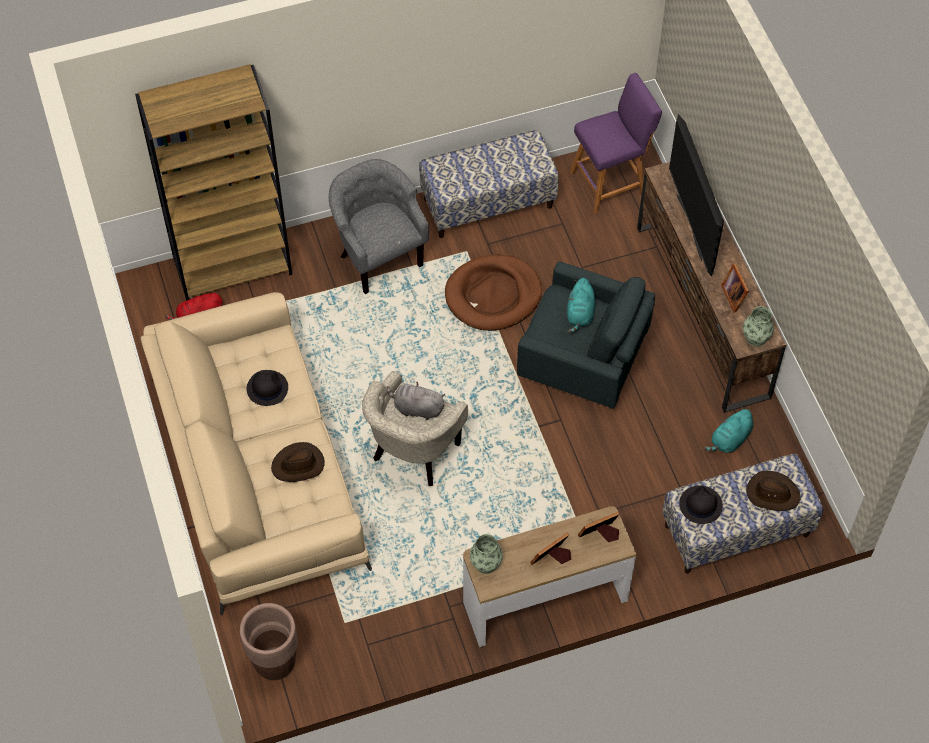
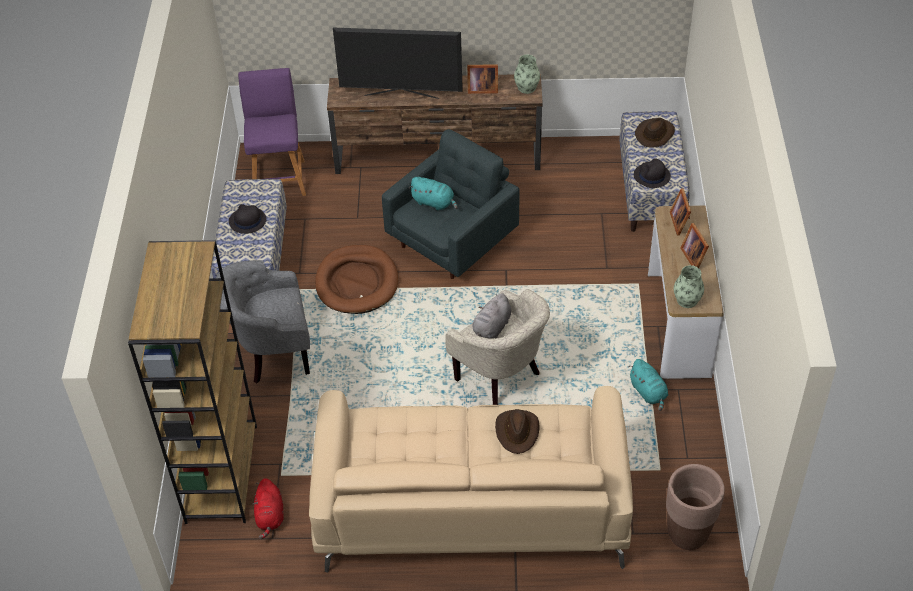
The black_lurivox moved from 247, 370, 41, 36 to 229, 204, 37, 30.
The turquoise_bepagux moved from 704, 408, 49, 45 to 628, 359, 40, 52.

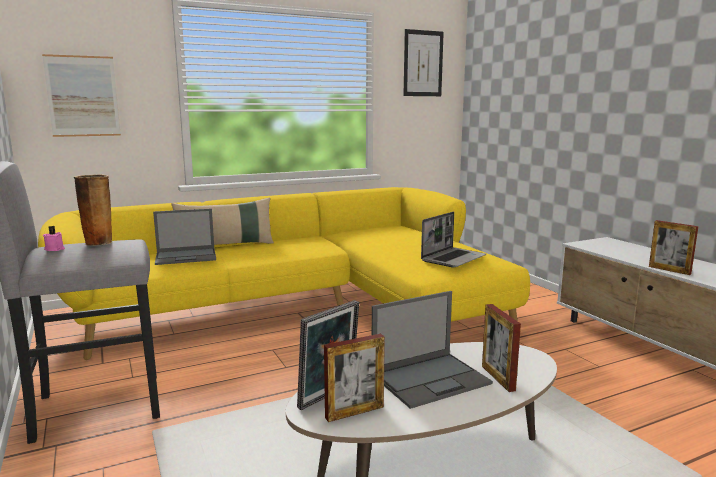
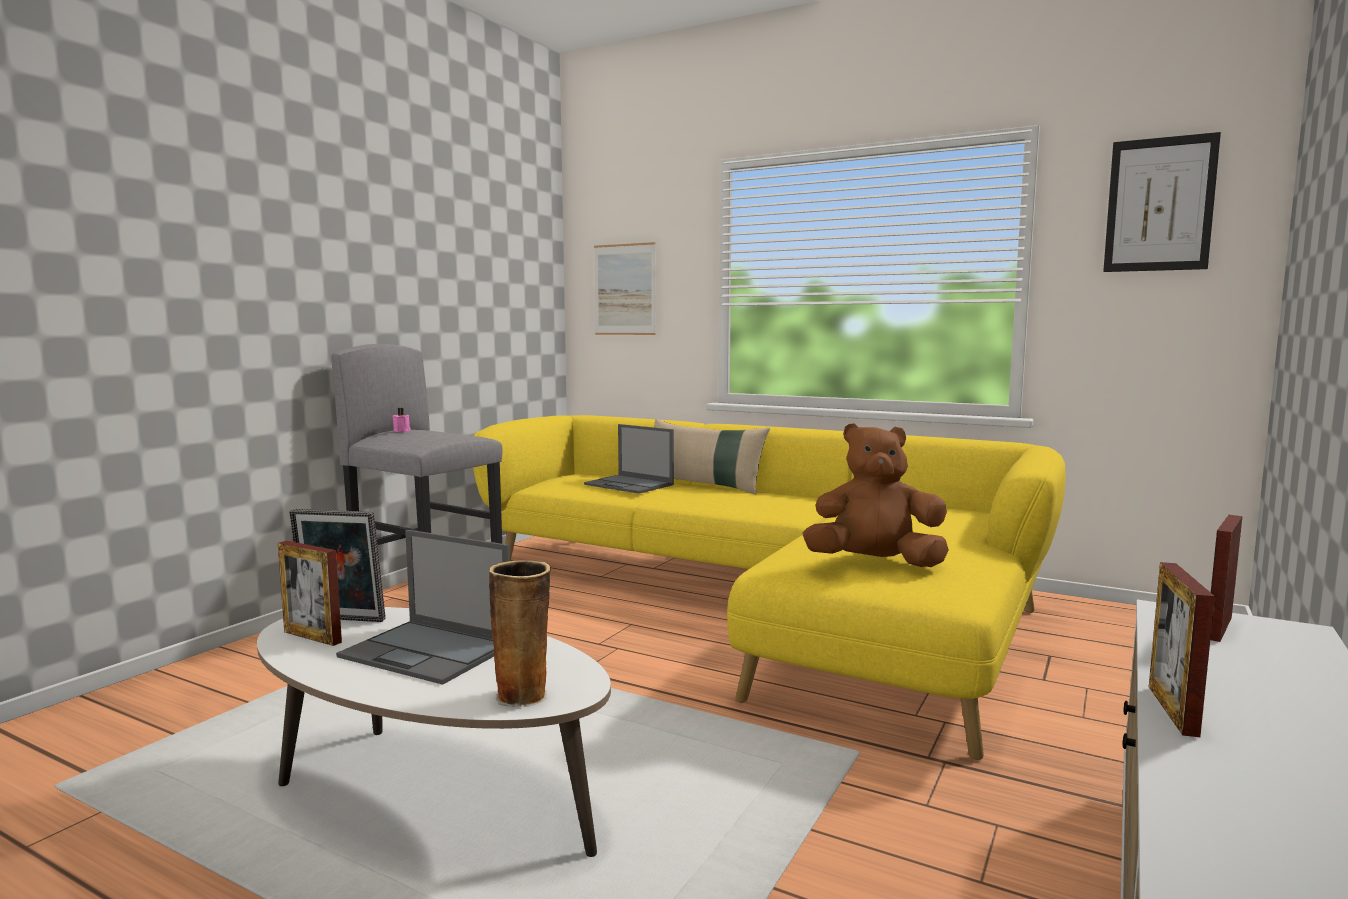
The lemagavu moved from 74, 174, 40, 72 to 489, 560, 62, 147.
The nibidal at 421, 212, 65, 56 was replaced by the brown_bepagux at 803, 423, 146, 144.
The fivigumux moved from 482, 304, 39, 88 to 1210, 515, 32, 127.

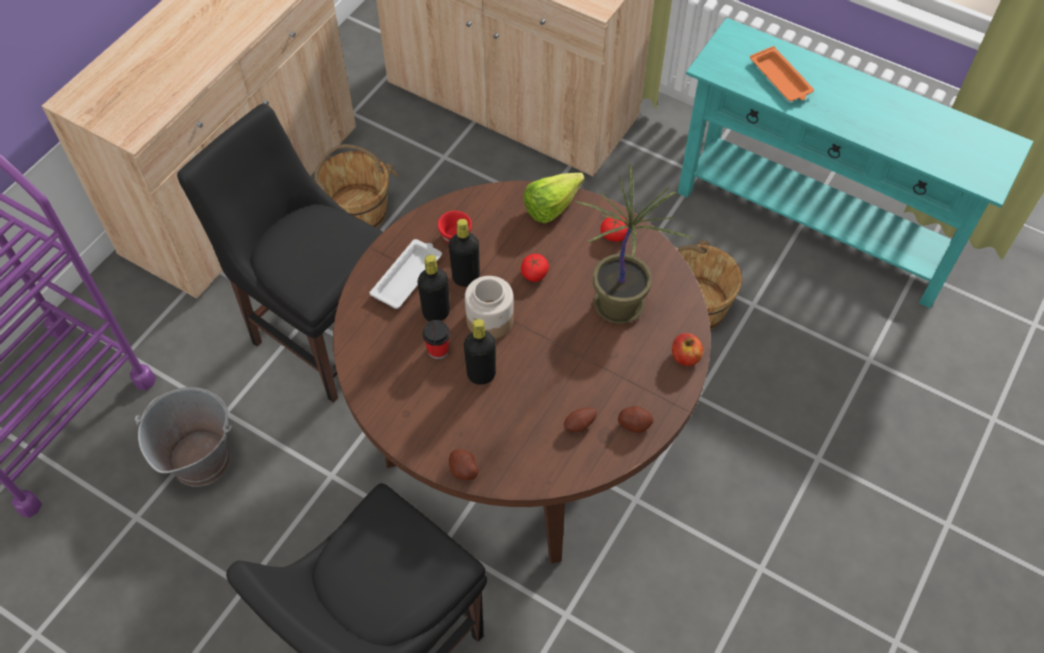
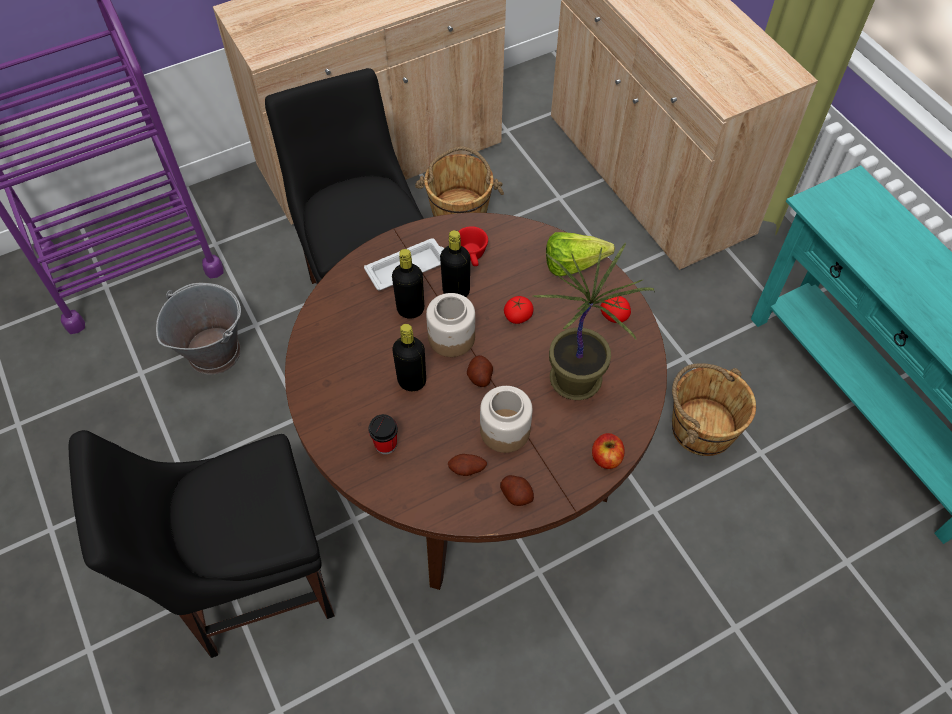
The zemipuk moved from 423, 320, 27, 39 to 368, 414, 30, 40.
The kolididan moved from 449, 449, 30, 31 to 467, 355, 26, 32.
The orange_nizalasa at 750, 46, 64, 55 disappeared.
The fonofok at 480, 386, 53, 67 appeared.

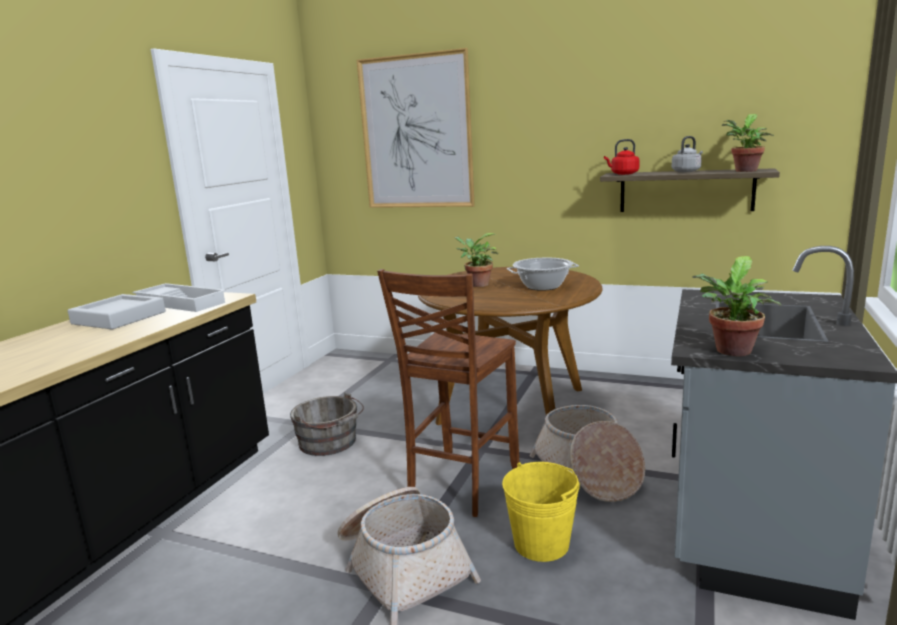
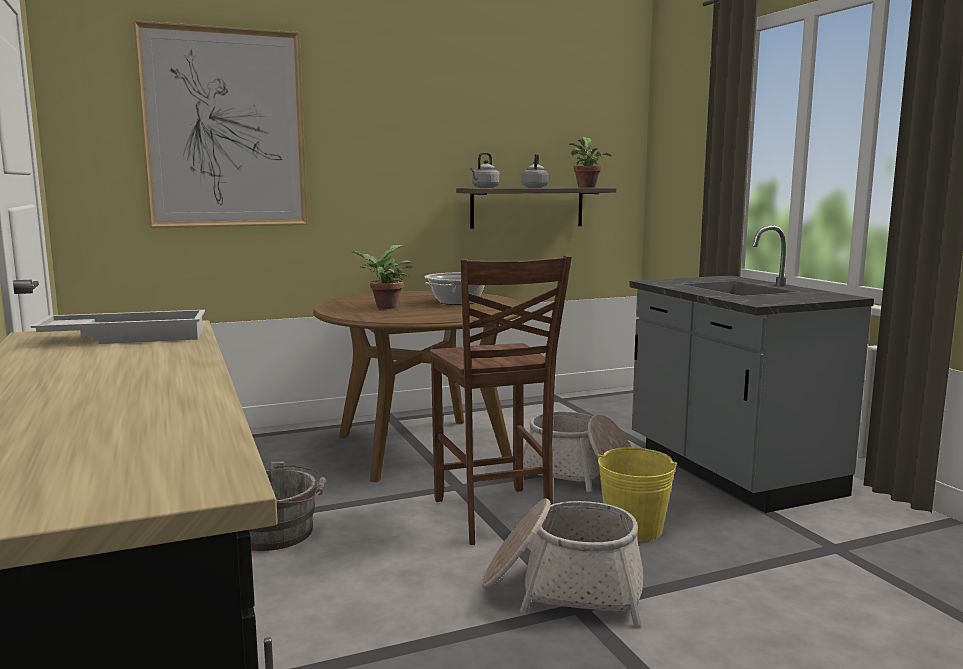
The grey_nizalasa at 68, 294, 98, 36 disappeared.
The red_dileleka at 604, 139, 36, 36 became the grey_dileleka at 470, 152, 30, 36.
The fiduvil at 692, 256, 90, 100 disappeared.

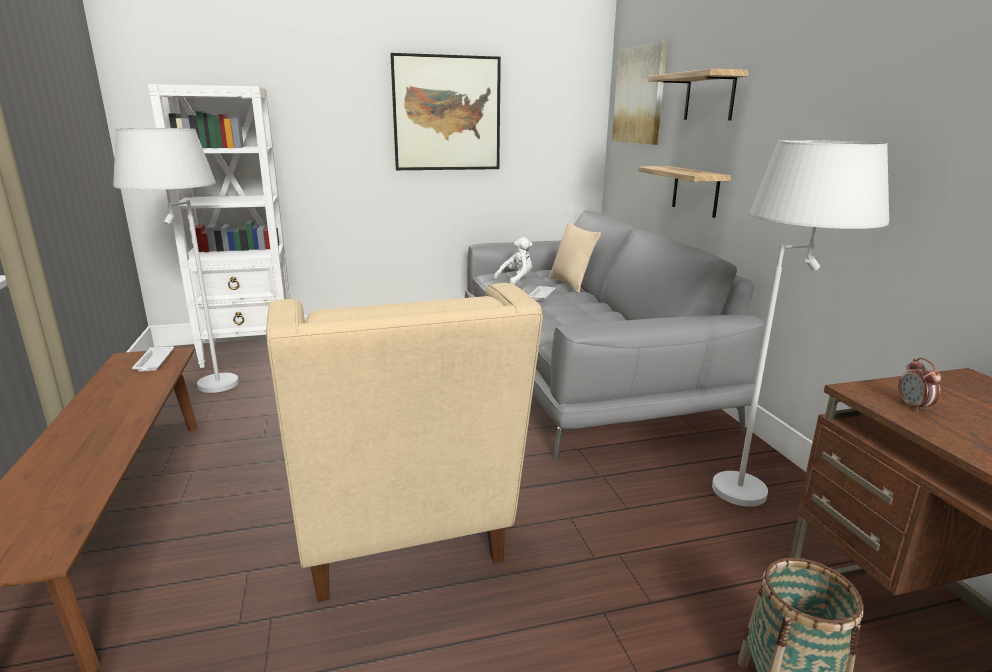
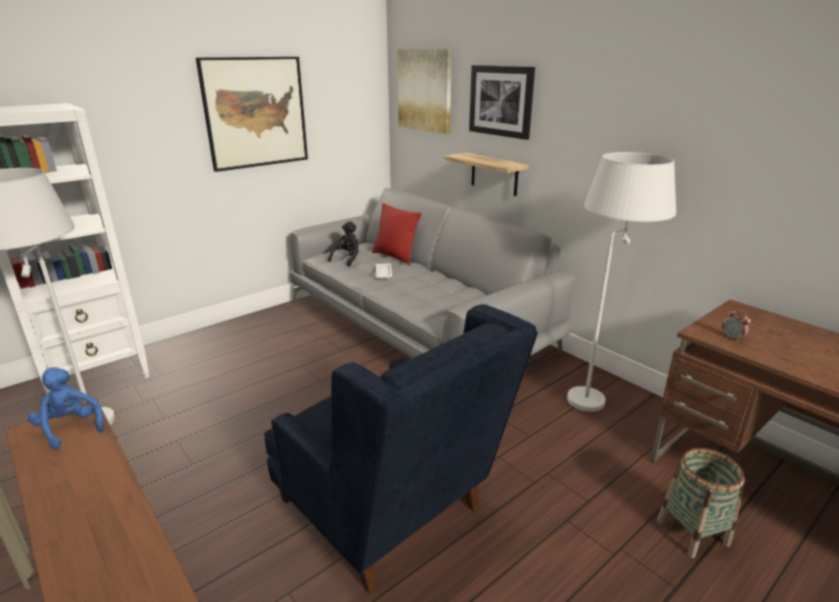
The white_nizalasa at 132, 346, 42, 26 was replaced by the blue_bepagux at 28, 367, 76, 82.
The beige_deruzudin at 266, 283, 277, 319 became the blue_deruzudin at 264, 304, 273, 290.
The white_bepagux at 494, 237, 39, 48 became the black_bepagux at 328, 221, 31, 45.
The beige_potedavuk at 548, 222, 53, 71 became the red_potedavuk at 372, 203, 50, 62.
The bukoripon at 648, 69, 101, 51 was replaced by the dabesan at 469, 65, 66, 75.

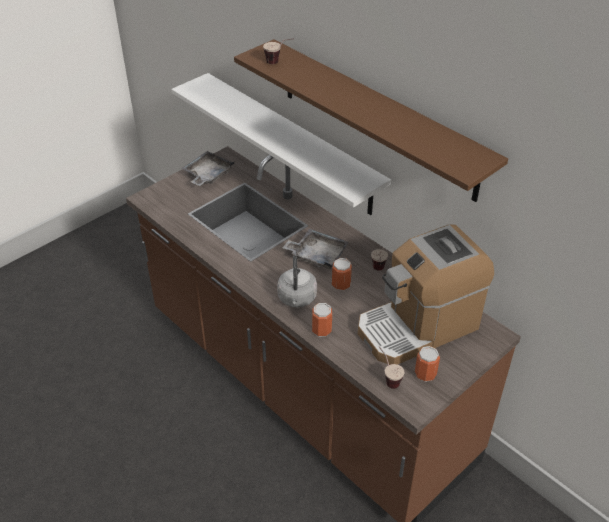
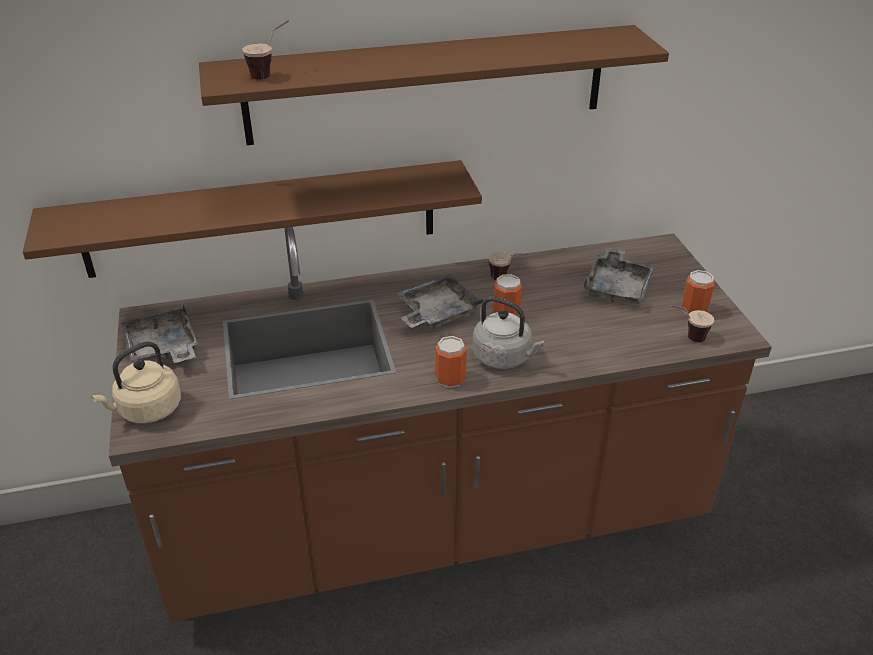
The white_bukoripon at 172, 73, 219, 142 became the brown_bukoripon at 23, 160, 459, 118.
The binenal moved from 312, 303, 20, 34 to 435, 336, 32, 52.
The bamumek at 358, 225, 136, 140 was replaced by the grey_nizalasa at 584, 248, 71, 56.
The beige_dileleka at 91, 341, 90, 82 appeared.

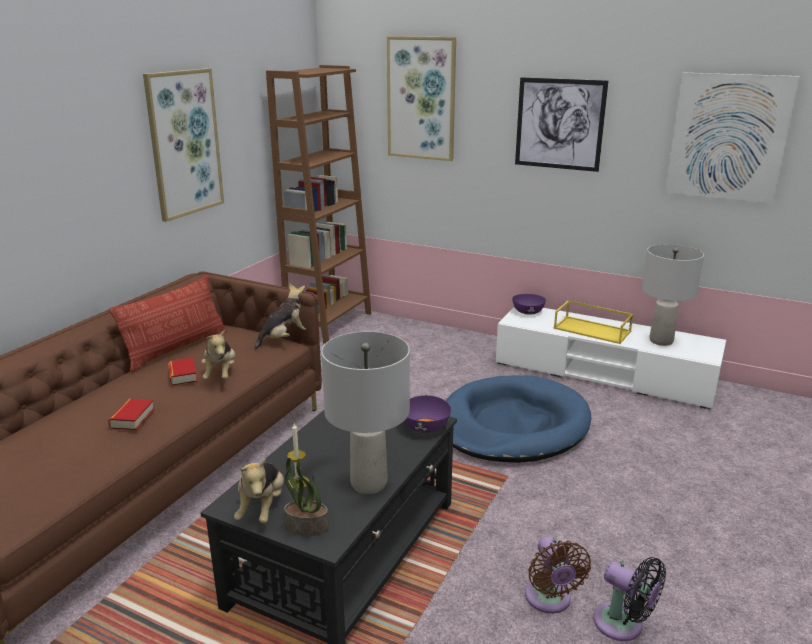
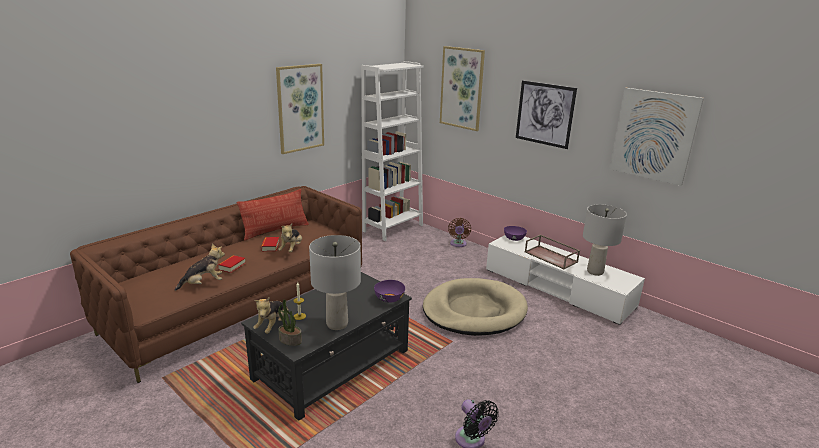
The bepagux moved from 254, 283, 52, 67 to 175, 243, 50, 48.
The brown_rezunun at 266, 65, 105, 279 became the white_rezunun at 361, 61, 63, 180.
The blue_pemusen at 445, 375, 146, 88 became the beige_pemusen at 423, 278, 105, 58.
The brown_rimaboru moved from 525, 536, 66, 78 to 448, 218, 23, 29.
The yellow_nizalasa at 554, 300, 80, 44 became the brown_nizalasa at 525, 235, 55, 34.

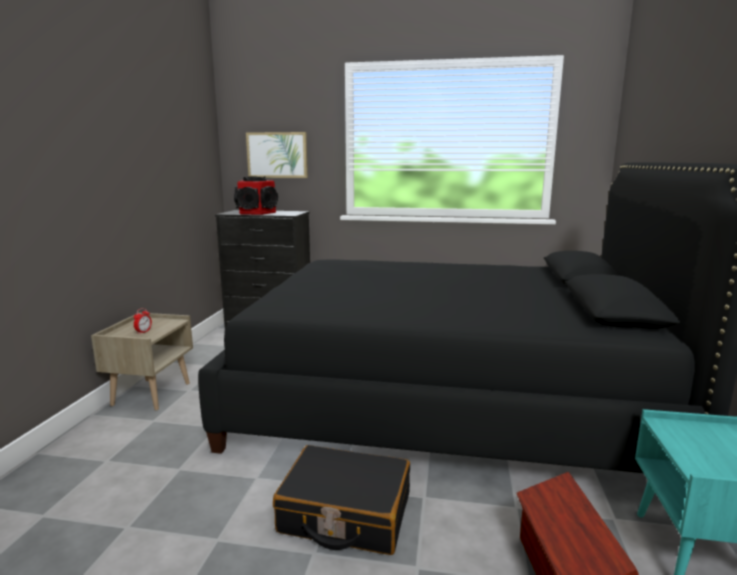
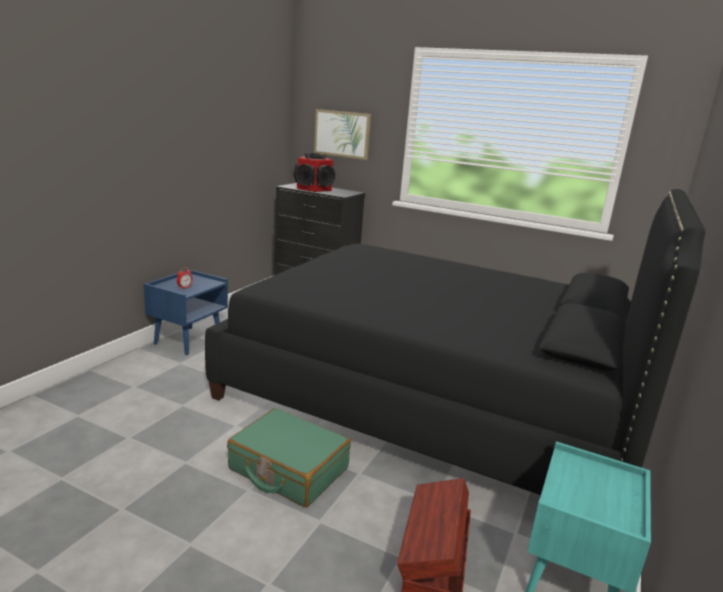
The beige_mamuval at 91, 313, 102, 97 became the blue_mamuval at 143, 270, 85, 85.
The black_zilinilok at 273, 445, 137, 110 became the green_zilinilok at 227, 408, 124, 99.

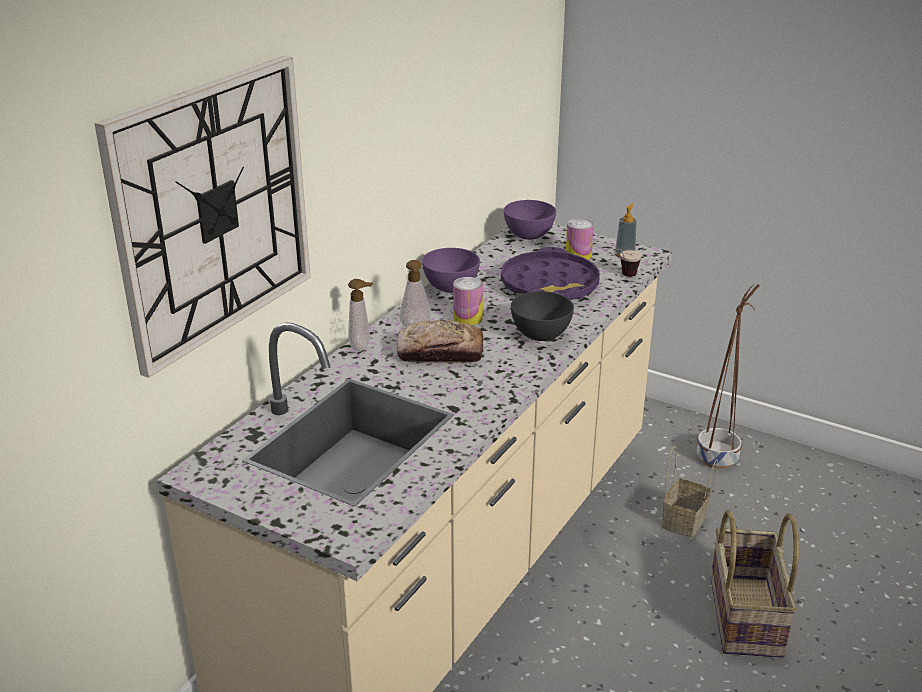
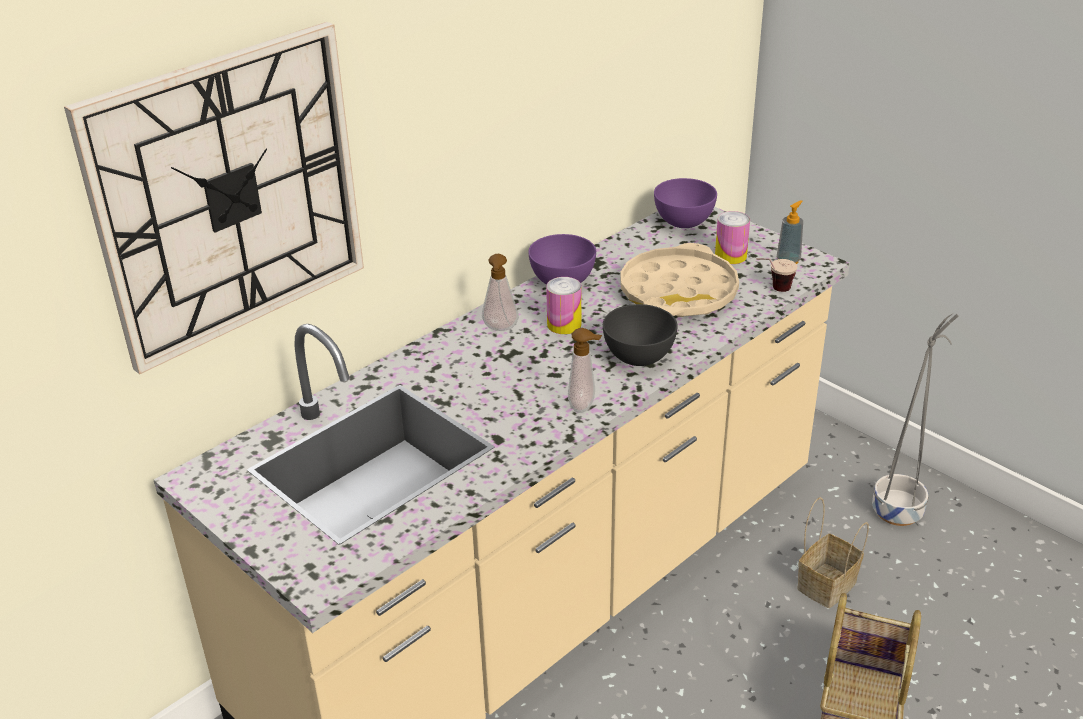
The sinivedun moved from 348, 279, 25, 72 to 568, 328, 34, 85.
The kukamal at 397, 320, 86, 43 disappeared.
The purple_nizalasa at 501, 247, 99, 53 became the beige_nizalasa at 620, 243, 119, 74.
The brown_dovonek at 696, 284, 64, 185 became the grey_dovonek at 872, 314, 86, 212.

